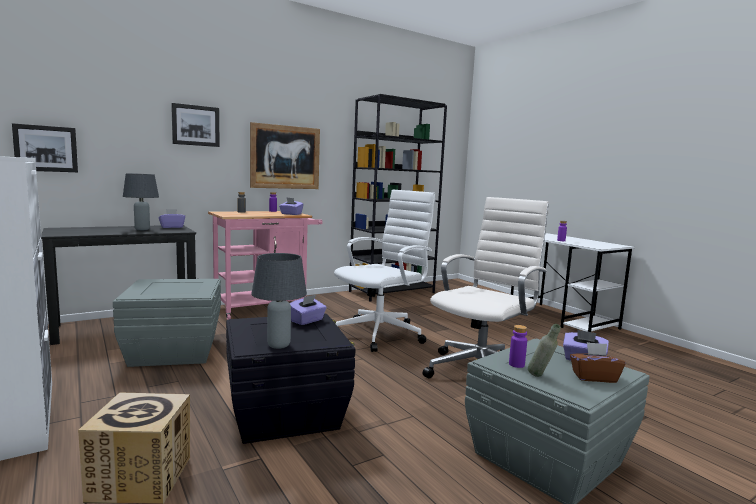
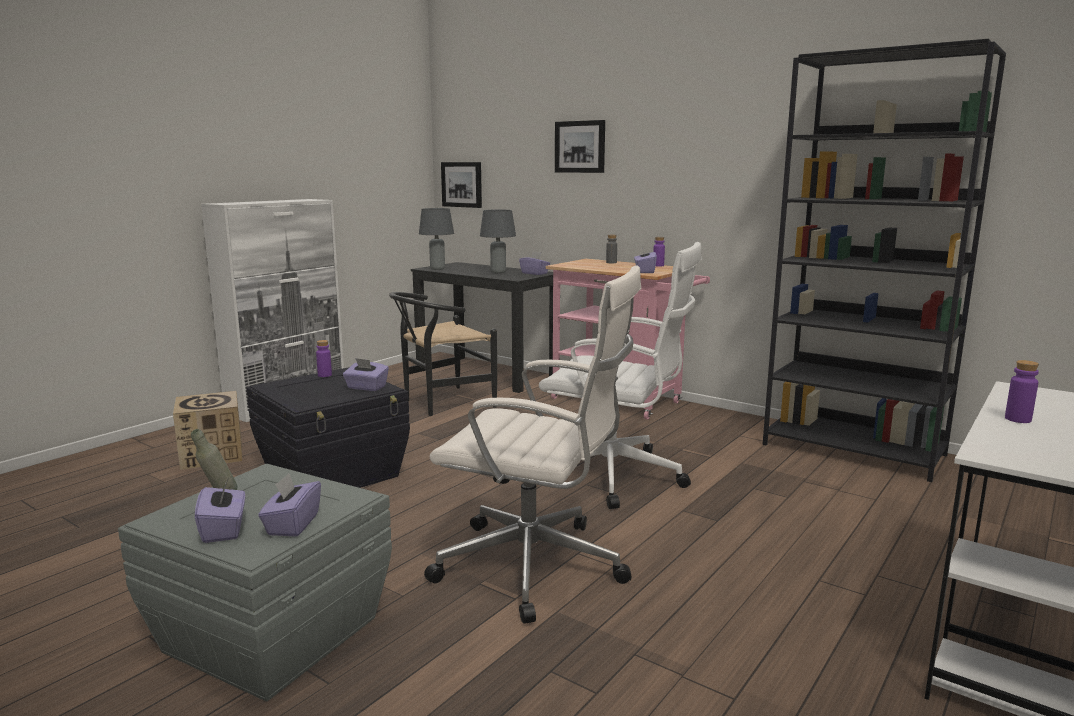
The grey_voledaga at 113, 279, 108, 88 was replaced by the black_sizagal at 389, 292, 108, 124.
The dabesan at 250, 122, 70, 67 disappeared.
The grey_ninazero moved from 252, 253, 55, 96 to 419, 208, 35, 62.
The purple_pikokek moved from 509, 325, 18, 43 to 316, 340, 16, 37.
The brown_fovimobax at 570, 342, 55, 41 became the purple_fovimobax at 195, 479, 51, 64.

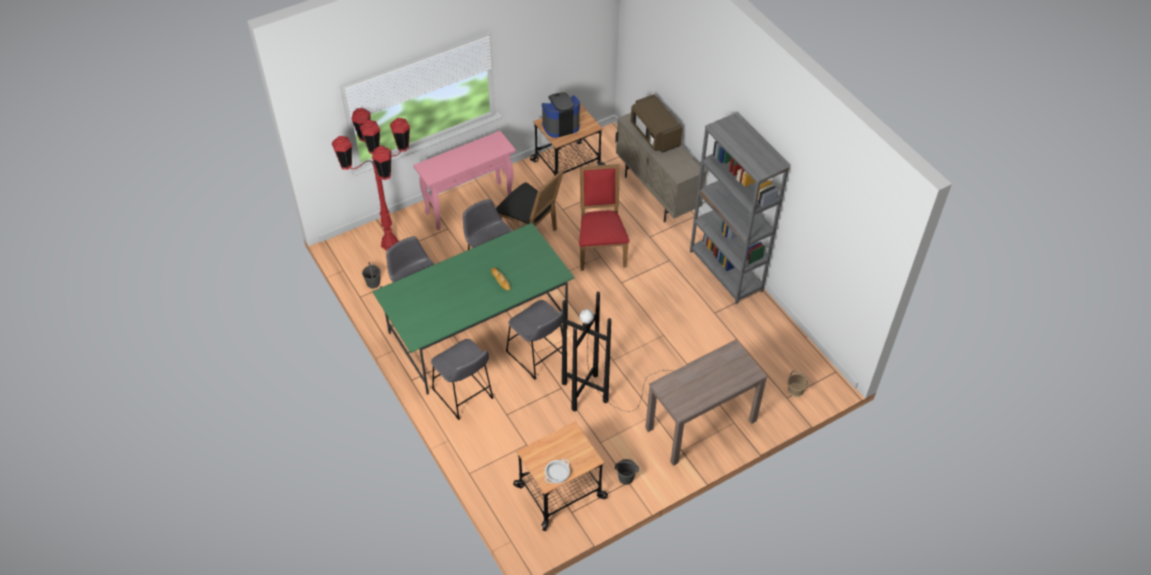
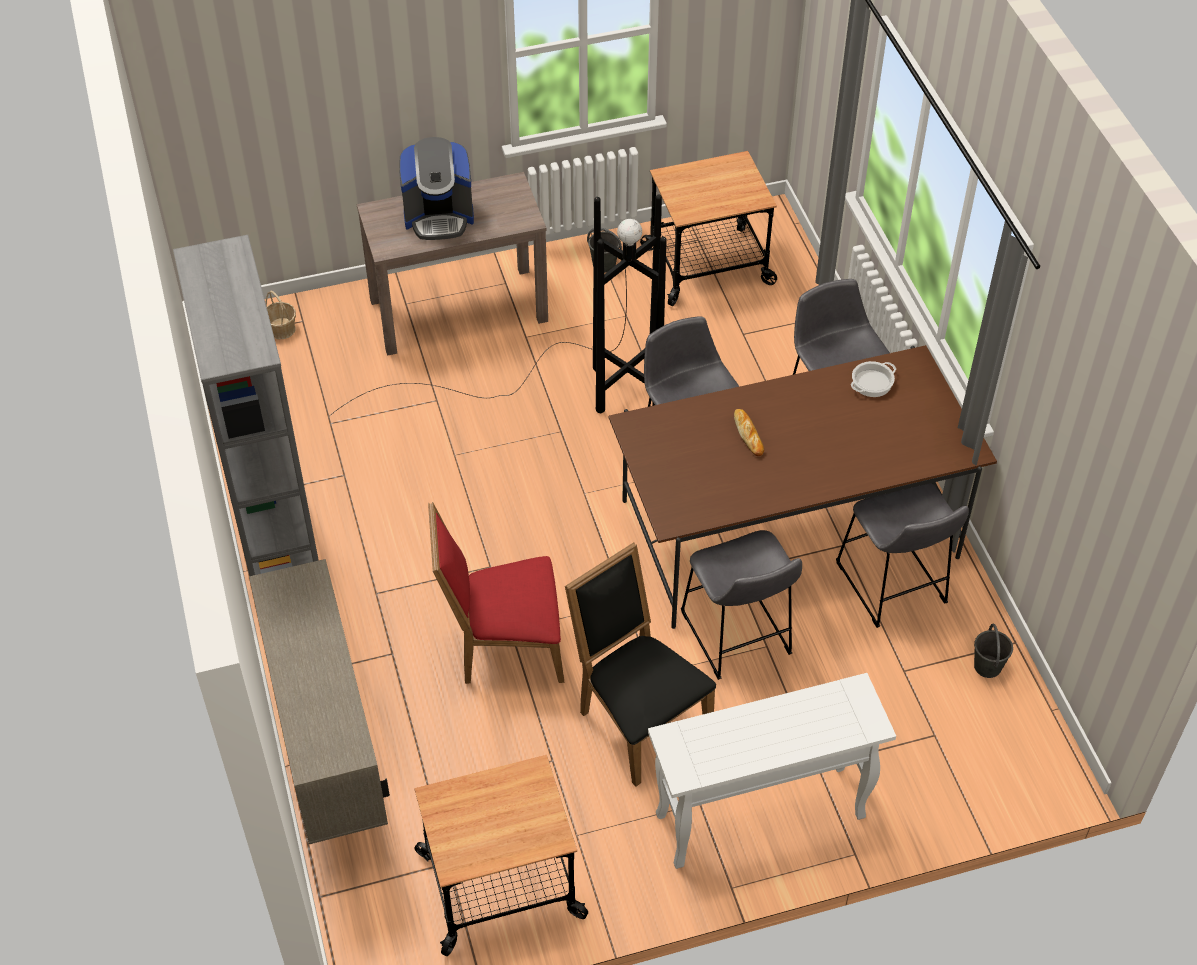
The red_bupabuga at 332, 108, 78, 143 disappeared.
The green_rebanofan at 372, 223, 203, 172 became the brown_rebanofan at 609, 345, 388, 284.
The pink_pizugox at 413, 131, 103, 99 became the white_pizugox at 648, 673, 248, 196.
The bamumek moved from 542, 93, 38, 45 to 399, 137, 75, 103.
The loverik moved from 545, 459, 25, 25 to 851, 361, 45, 36.
The red_sizagal at 579, 164, 50, 107 turned 75 degrees clockwise.
The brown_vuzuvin at 631, 94, 52, 59 disappeared.

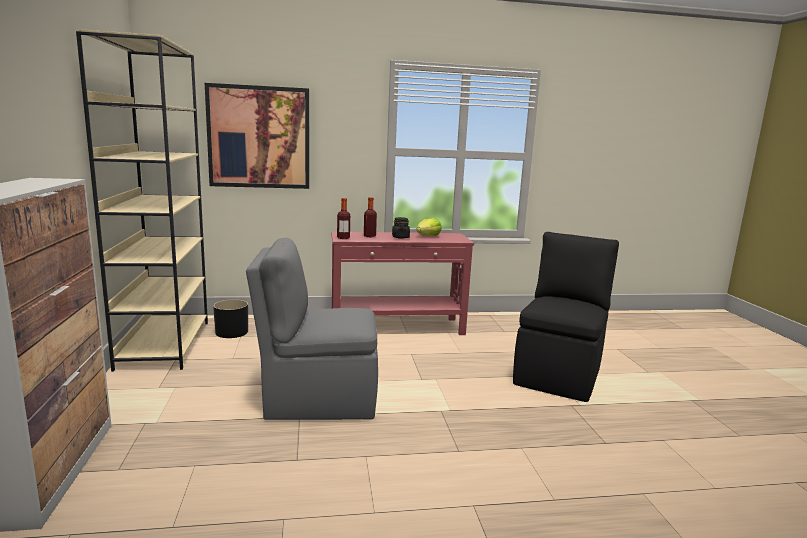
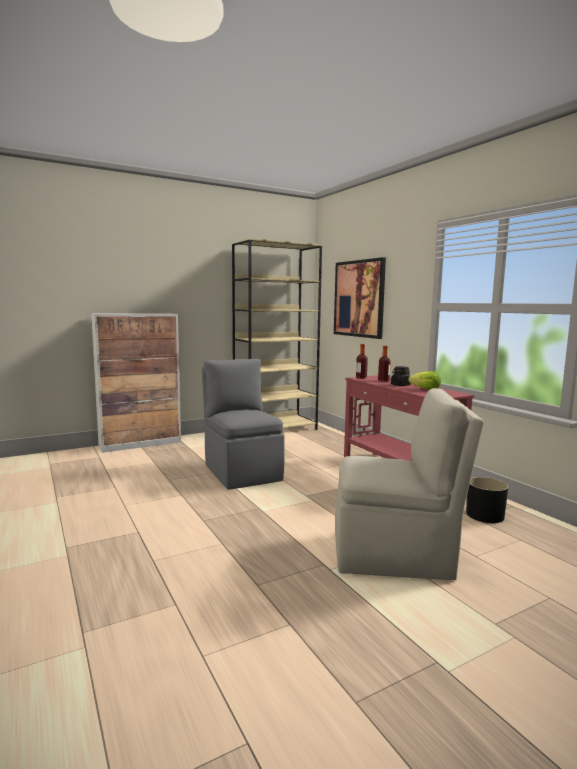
The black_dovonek moved from 213, 299, 35, 39 to 466, 477, 42, 46.
The black_sizagal at 513, 232, 106, 170 became the beige_sizagal at 335, 388, 149, 192.

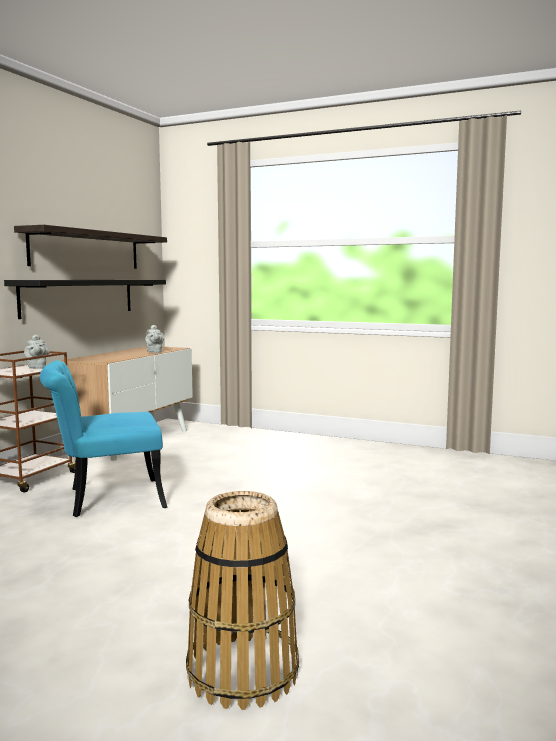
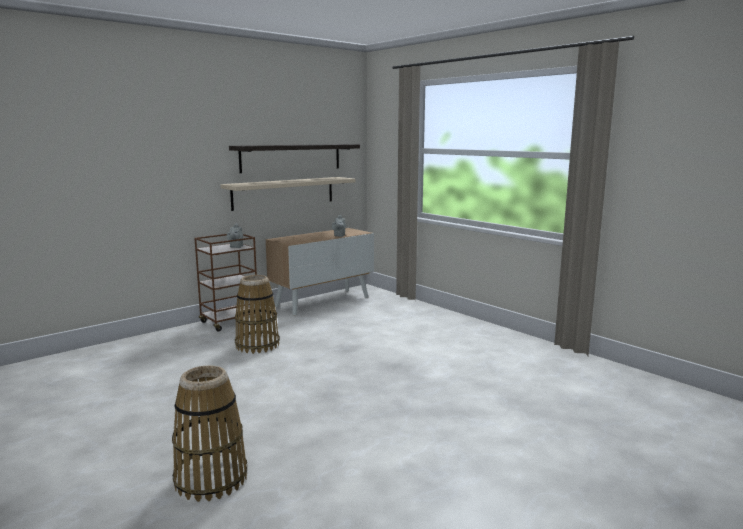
The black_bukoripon at 4, 280, 162, 39 became the beige_bukoripon at 220, 177, 136, 34.
The turquoise_sizagal at 40, 360, 127, 157 was replaced by the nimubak at 235, 275, 45, 79.

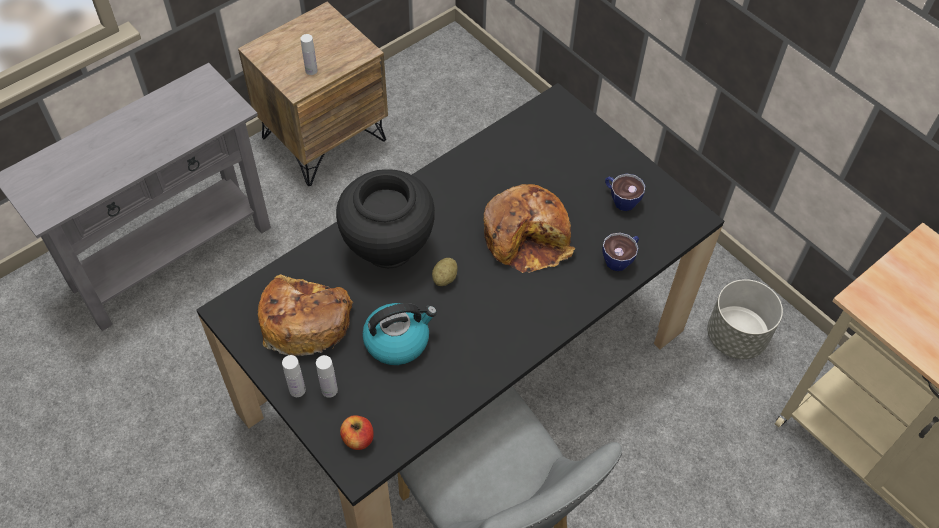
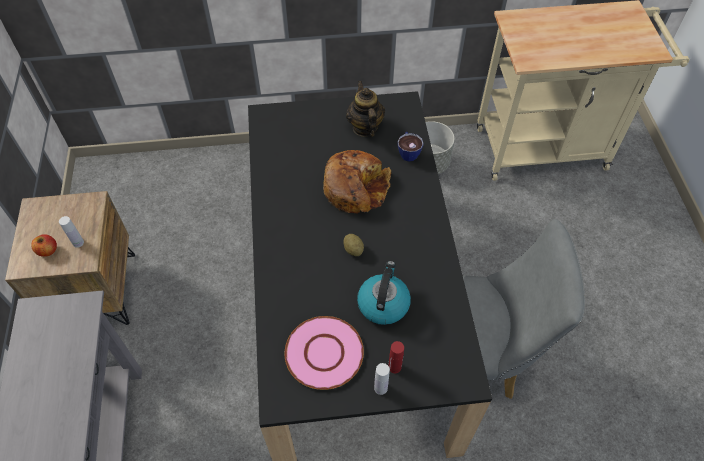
The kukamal at 258, 274, 95, 82 was replaced by the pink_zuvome at 285, 316, 79, 74.
The white_pikokek at 316, 355, 22, 43 became the red_pikokek at 388, 341, 16, 32.
The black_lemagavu at 336, 169, 99, 99 disappeared.
The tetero moved from 340, 415, 34, 35 to 31, 234, 26, 23.
The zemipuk at 605, 173, 40, 38 was replaced by the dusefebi at 346, 81, 39, 56.

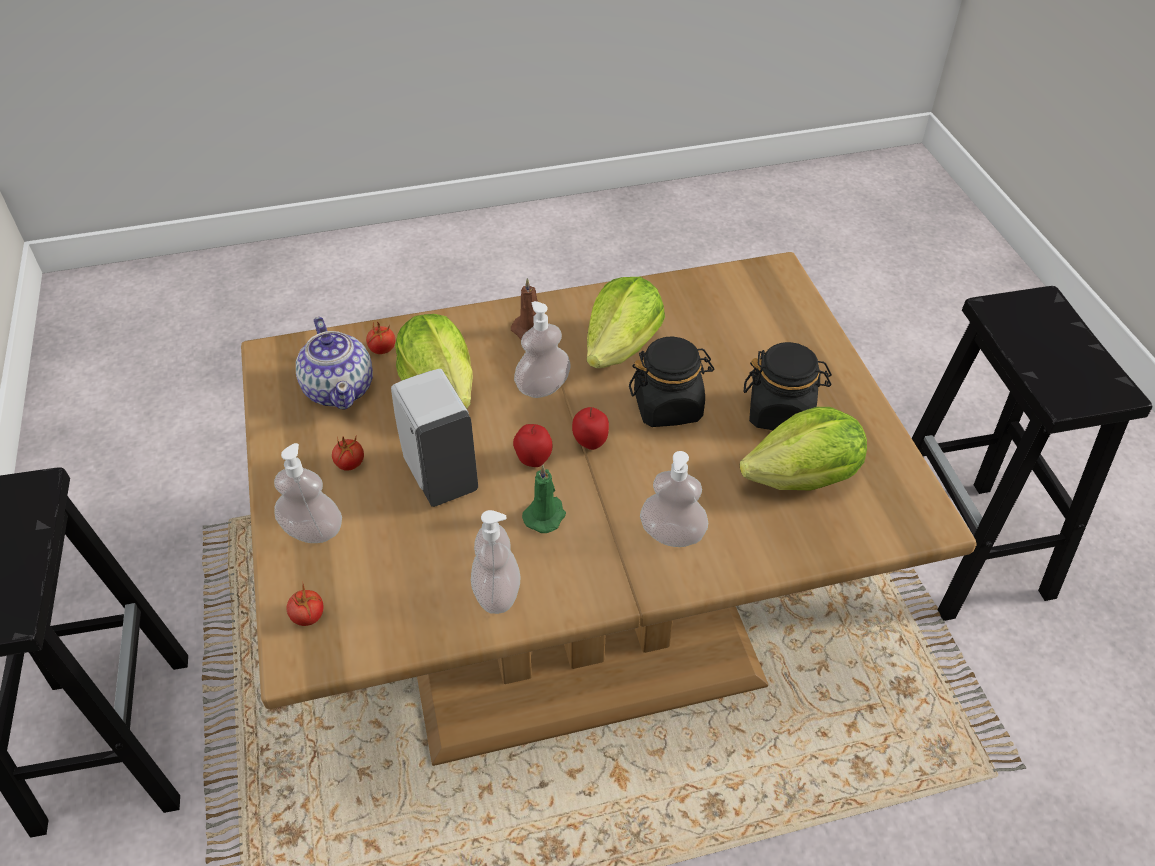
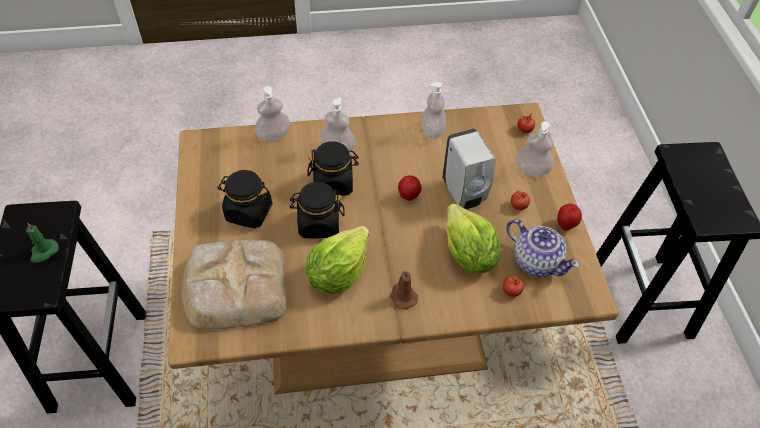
The dusefebi at 296, 317, 77, 92 turned 150 degrees clockwise.
The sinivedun moved from 514, 301, 57, 97 to 255, 86, 36, 56.
The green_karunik moved from 522, 465, 44, 68 to 26, 223, 33, 40.
The tetero moved from 572, 407, 37, 43 to 557, 204, 25, 27.
The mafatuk at 740, 407, 127, 84 disappeared.
The kukamal at 181, 239, 106, 90 appeared.
The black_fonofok at 308, 141, 51, 55 appeared.

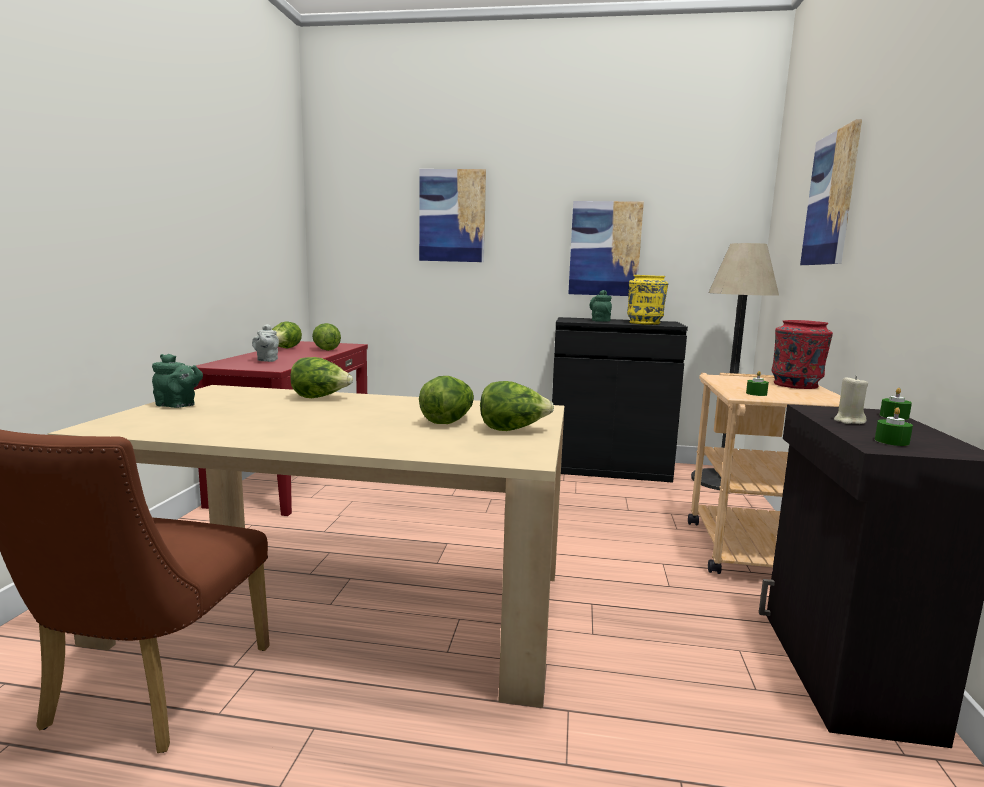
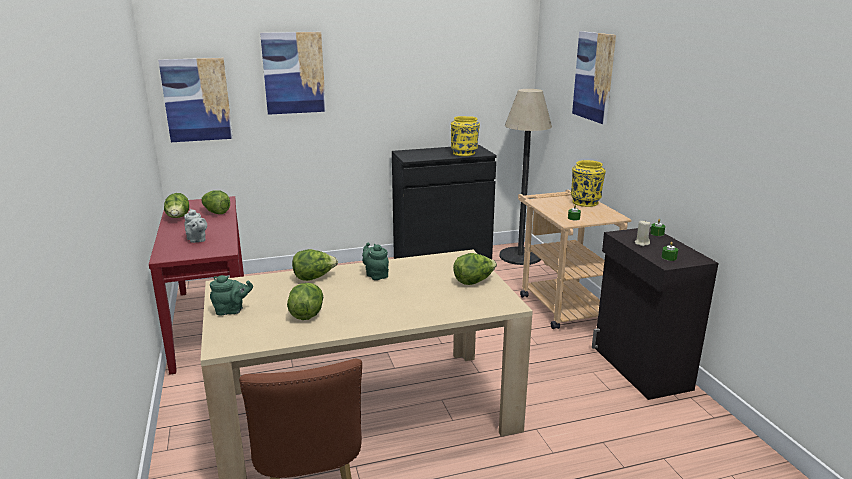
The mafatuk moved from 419, 376, 55, 48 to 287, 283, 36, 37.
The dabesan moved from 568, 201, 76, 95 to 158, 58, 75, 84.
The green_dusefebi moved from 590, 290, 22, 32 to 362, 243, 27, 37.
The red_lemagavu at 771, 320, 62, 69 became the yellow_lemagavu at 571, 160, 35, 47.

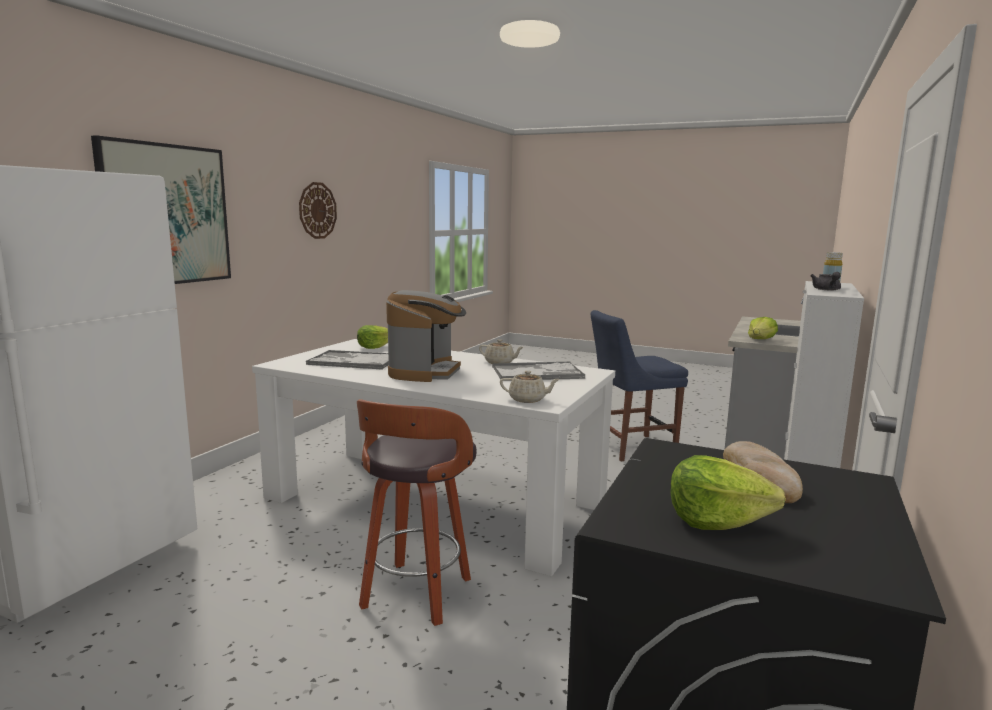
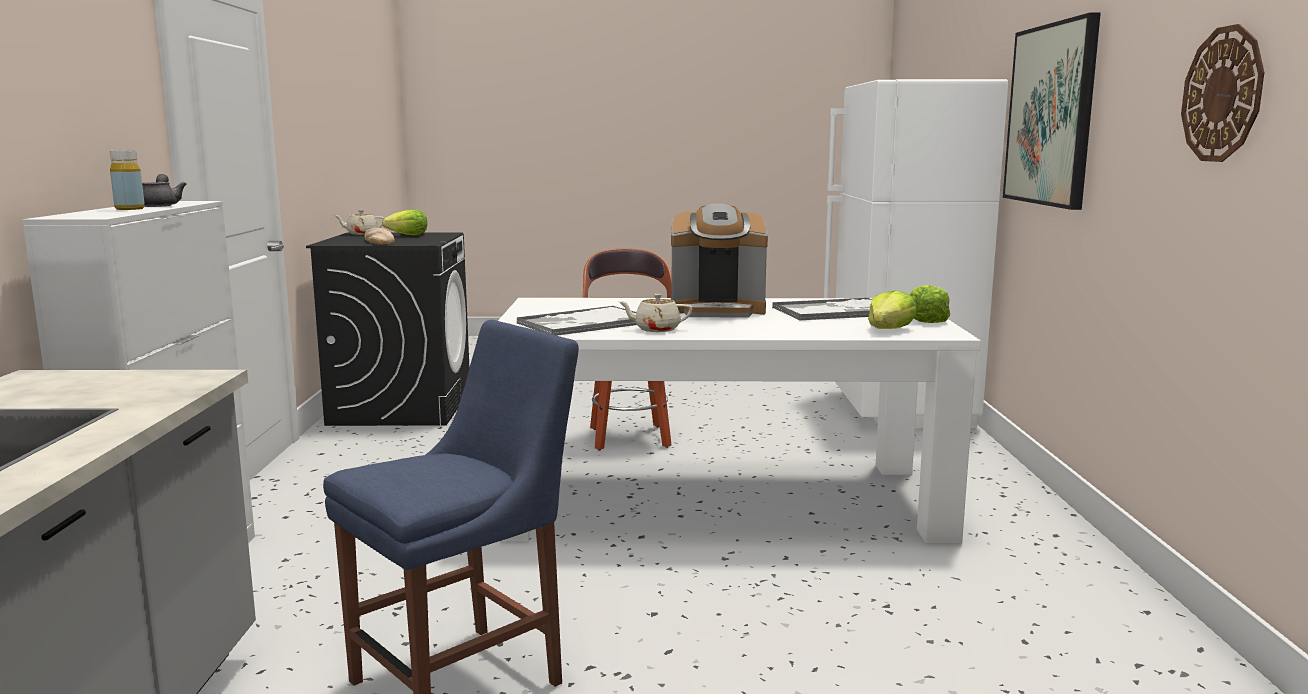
The bamumek at 386, 290, 80, 92 turned 75 degrees counterclockwise.
The beige_dusefebi moved from 500, 371, 60, 32 to 334, 210, 51, 25.
The mafatuk moved from 748, 317, 30, 22 to 910, 285, 41, 38.

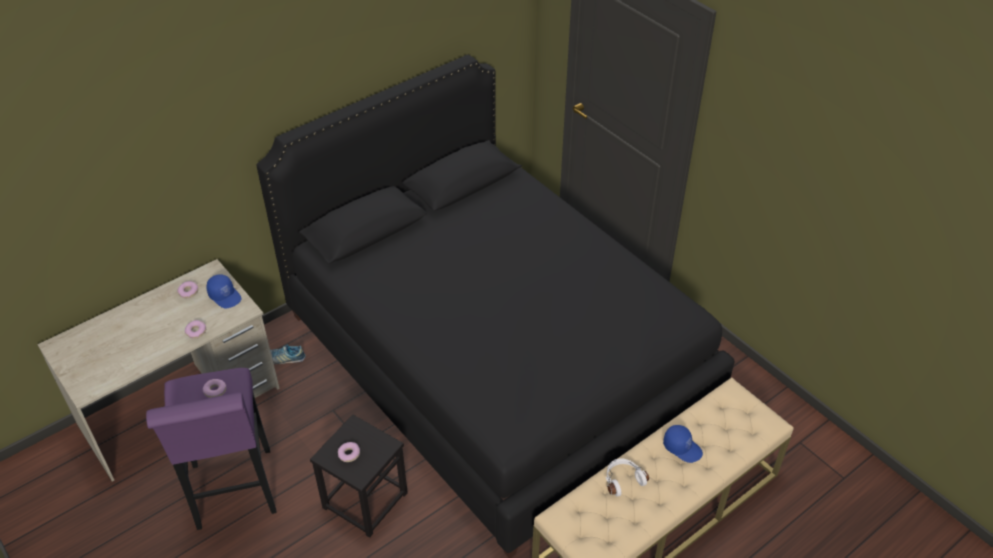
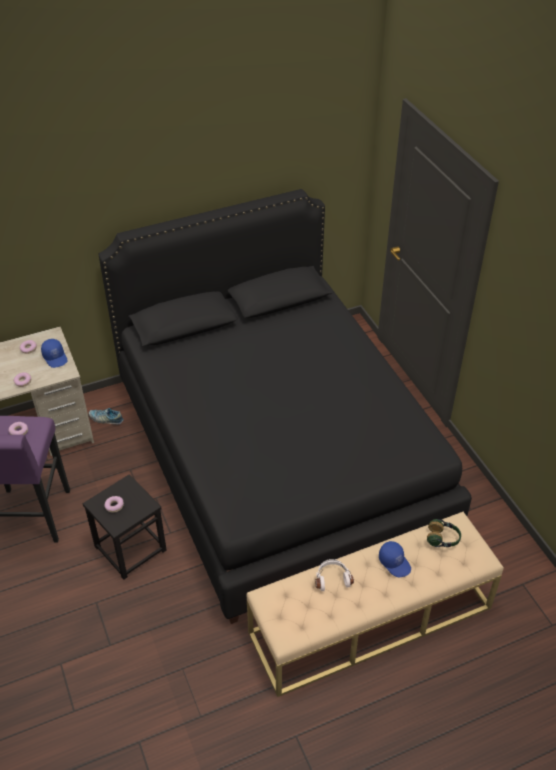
The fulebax at 427, 519, 34, 28 appeared.

